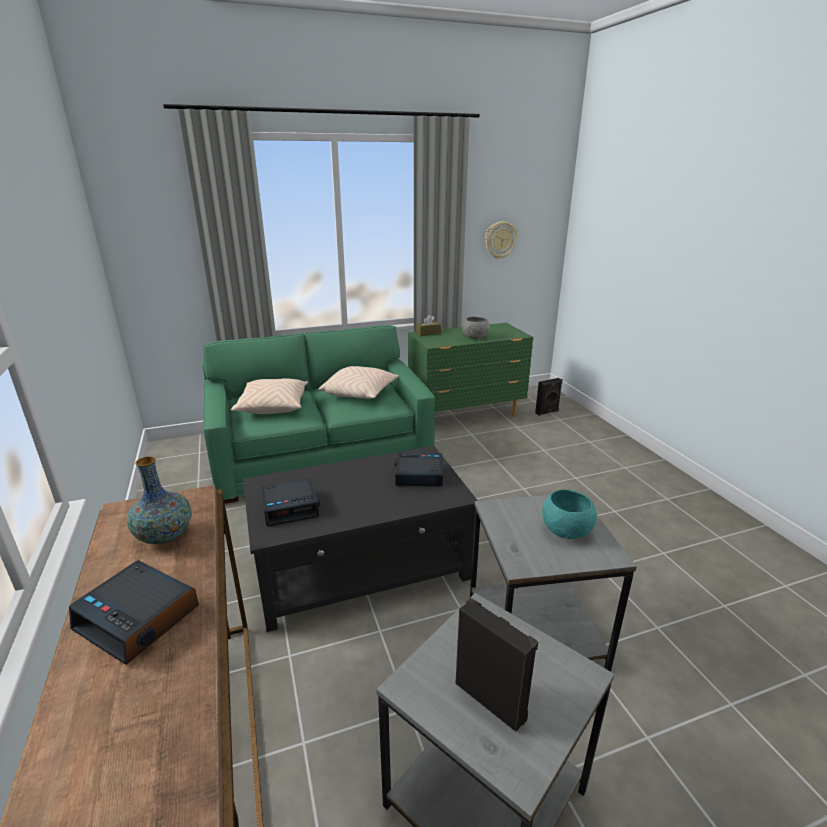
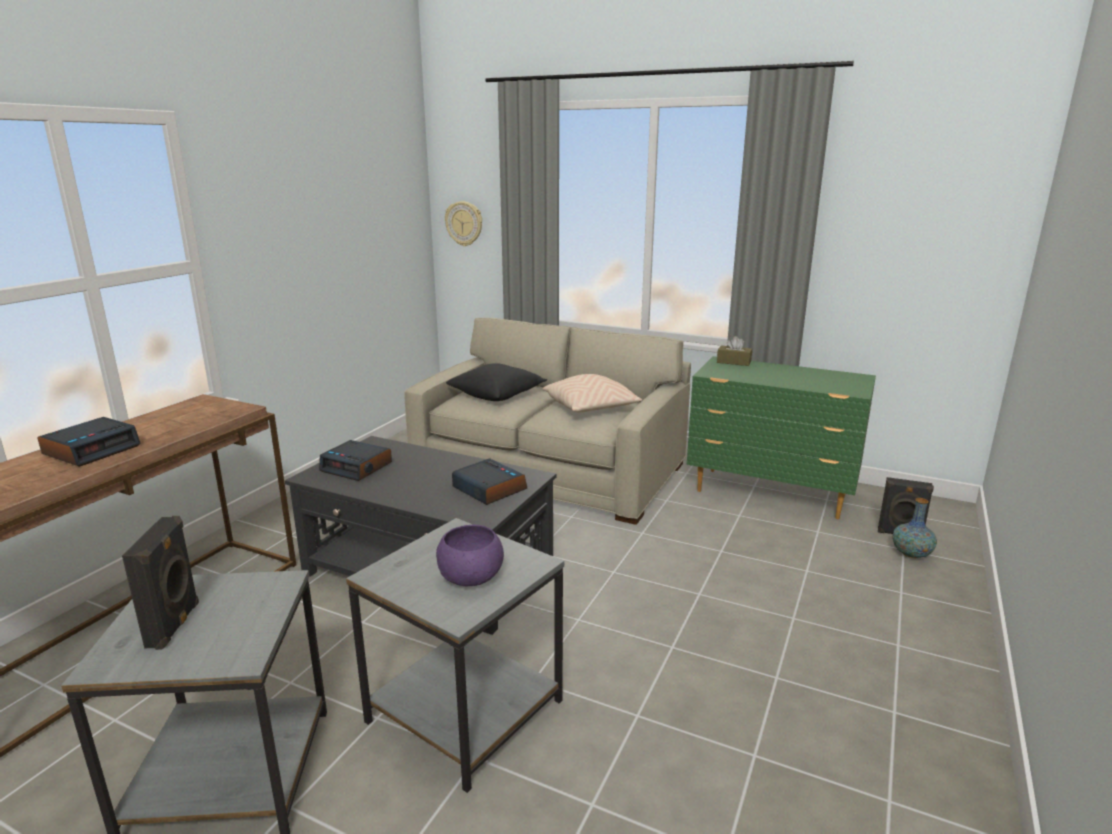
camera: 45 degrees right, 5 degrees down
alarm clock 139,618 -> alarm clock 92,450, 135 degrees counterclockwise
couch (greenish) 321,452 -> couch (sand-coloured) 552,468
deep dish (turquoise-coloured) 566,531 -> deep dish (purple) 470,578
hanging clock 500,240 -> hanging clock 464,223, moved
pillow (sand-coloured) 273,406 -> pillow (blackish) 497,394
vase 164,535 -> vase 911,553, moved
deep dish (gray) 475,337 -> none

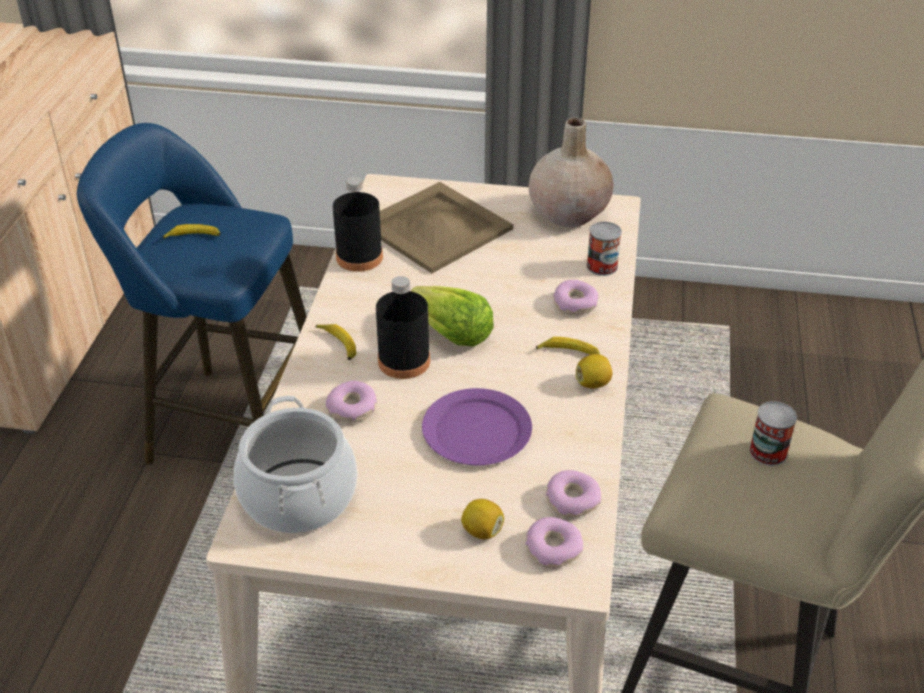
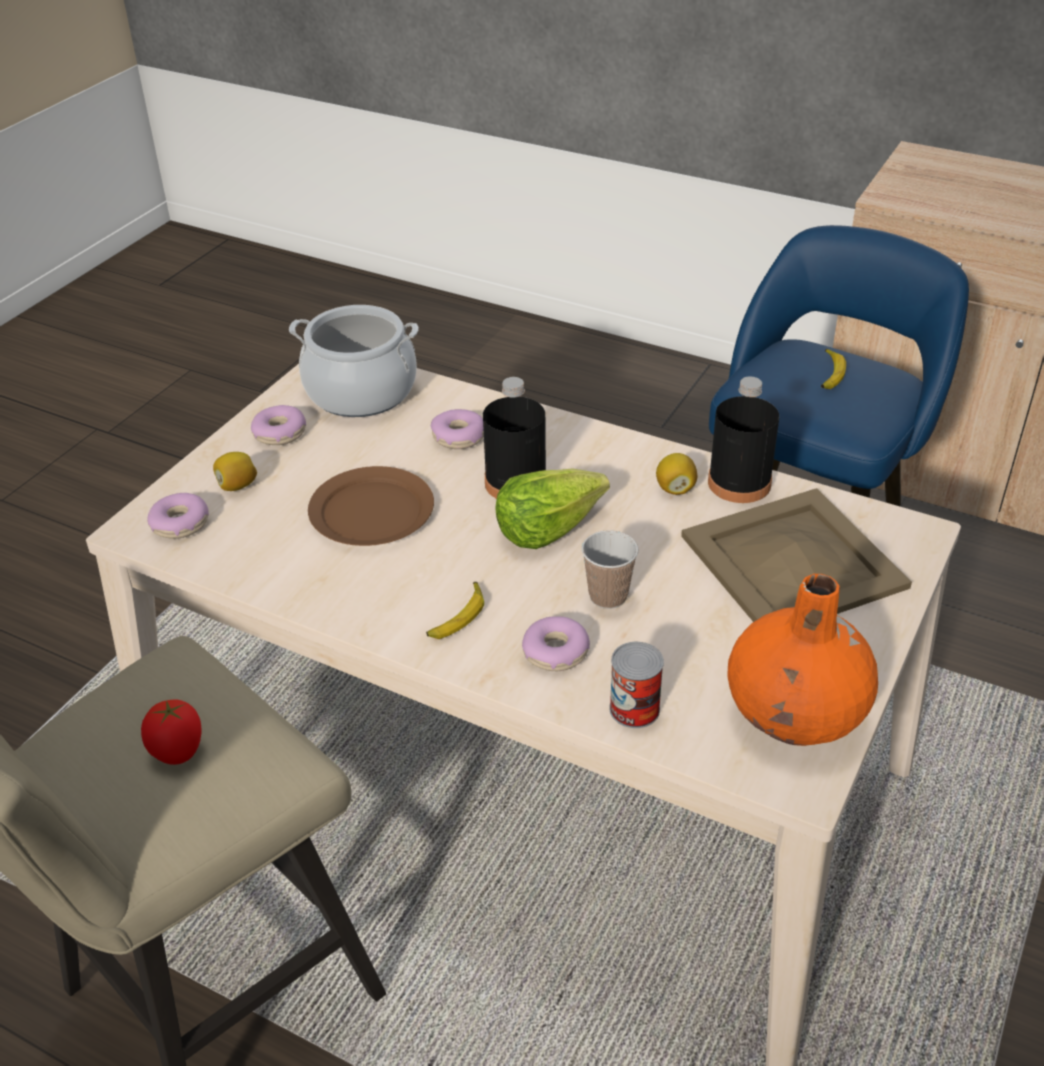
camera: 110 degrees right, 0 degrees up
sealed can 768,452 -> fresh tomato 178,751
doughnut 572,500 -> doughnut 280,433, moved
flat dish (purple) 477,431 -> flat dish (brown-coloured) 370,511
none -> cup 608,596
citrus fruit 593,383 -> citrus fruit 675,488, moved
vase (sand-coloured) 568,213 -> vase (orange-coloured) 796,714
whole banana 338,345 -> none

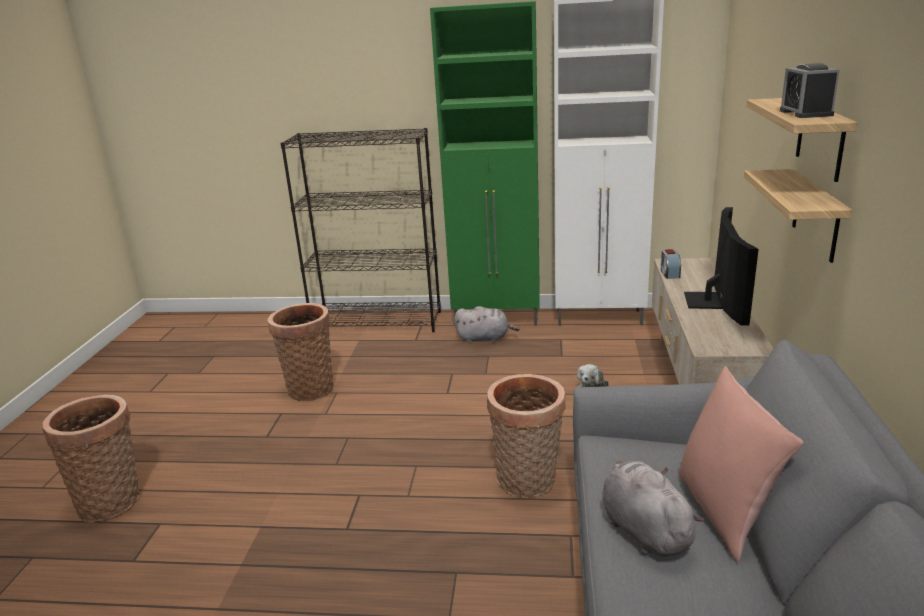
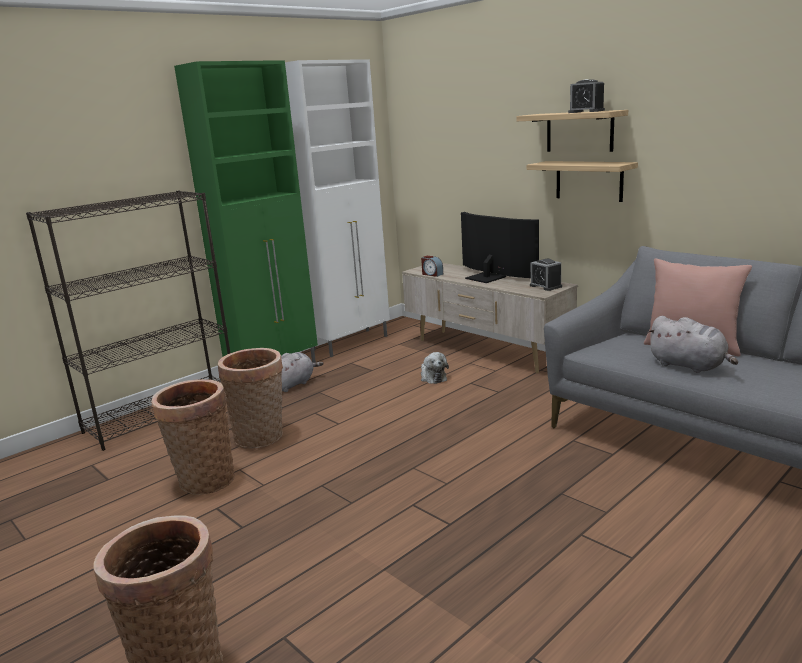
camera: 50 degrees left, 5 degrees down
basket 527,482 -> basket 261,438, moved
none -> alarm clock 545,286
plush toy (gray) 643,529 -> plush toy (gray) 689,366, 150 degrees counterclockwise

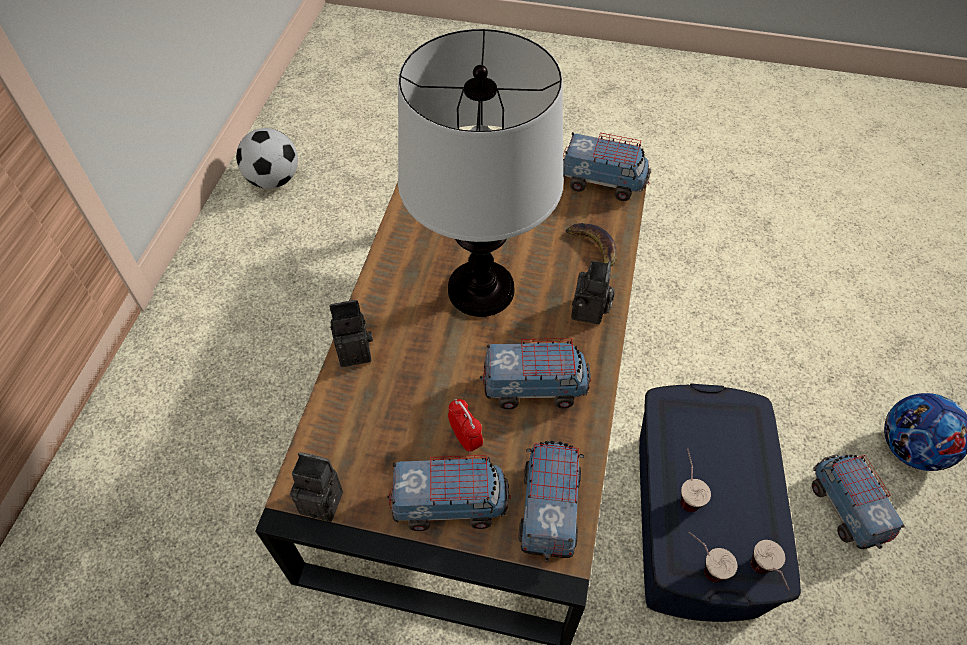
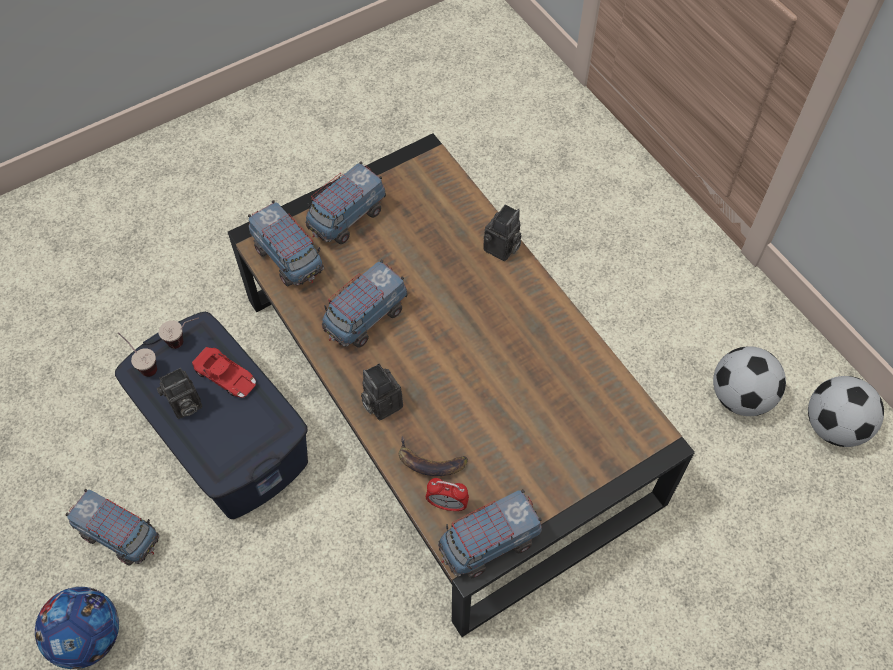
camera: 135 degrees right, 5 degrees up
still camera 325,500 -> still camera 184,406, moved
cup 685,492 -> toy car (red) 226,376
alarm clock 465,439 -> alarm clock 447,504, moved
none -> football 740,397
tabletop lamp 482,290 -> none

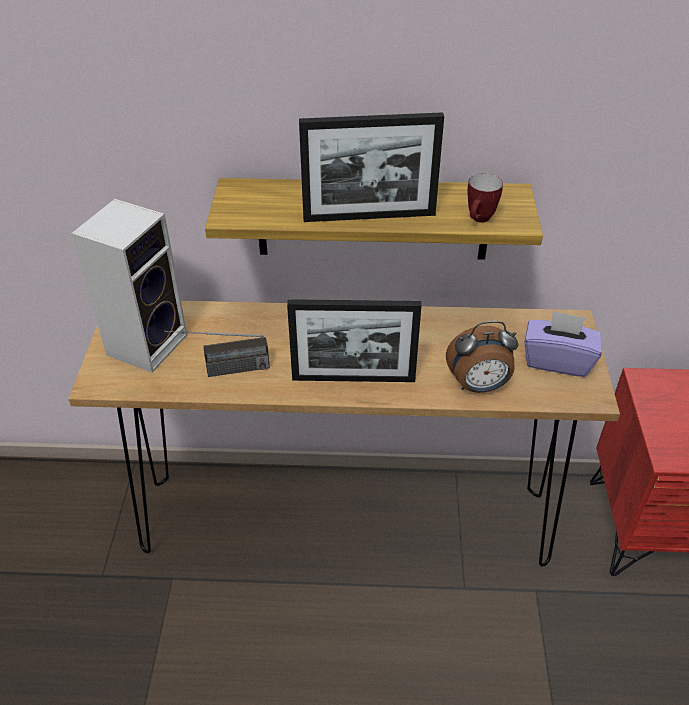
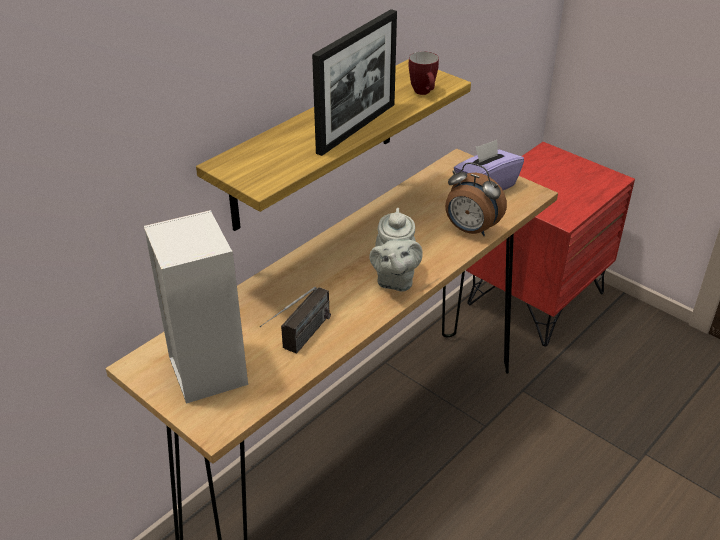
camera: 50 degrees left, 5 degrees down
standing frame 353,378 -> pot for tea (gray) 394,280
alarm clock 478,386 -> alarm clock 470,230, 90 degrees clockwise

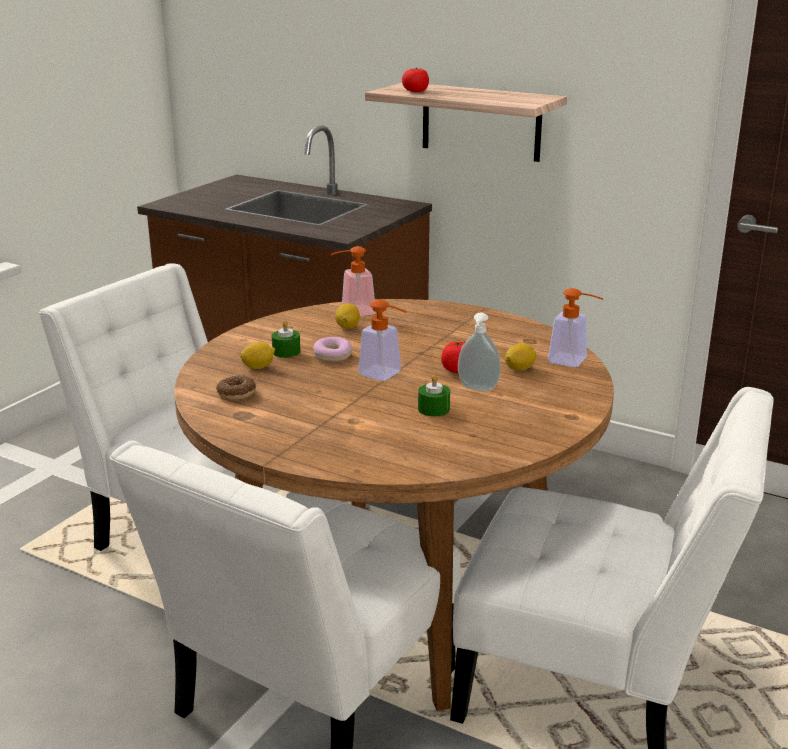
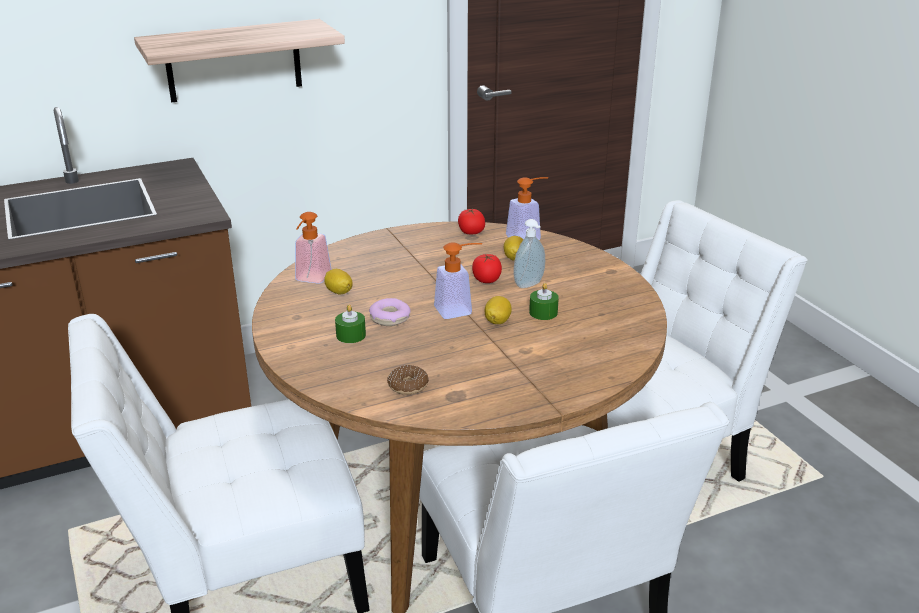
camera: 55 degrees left, 5 degrees up
fresh tomato 415,92 -> fresh tomato 471,232, moved
citrus fruit 258,367 -> citrus fruit 497,321, moved

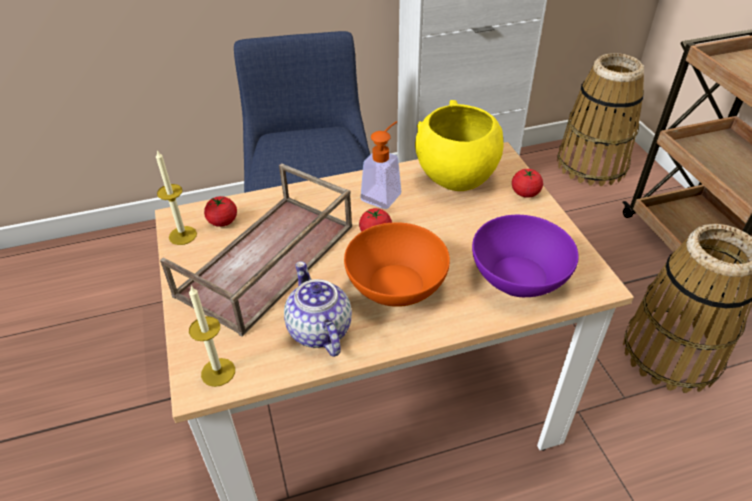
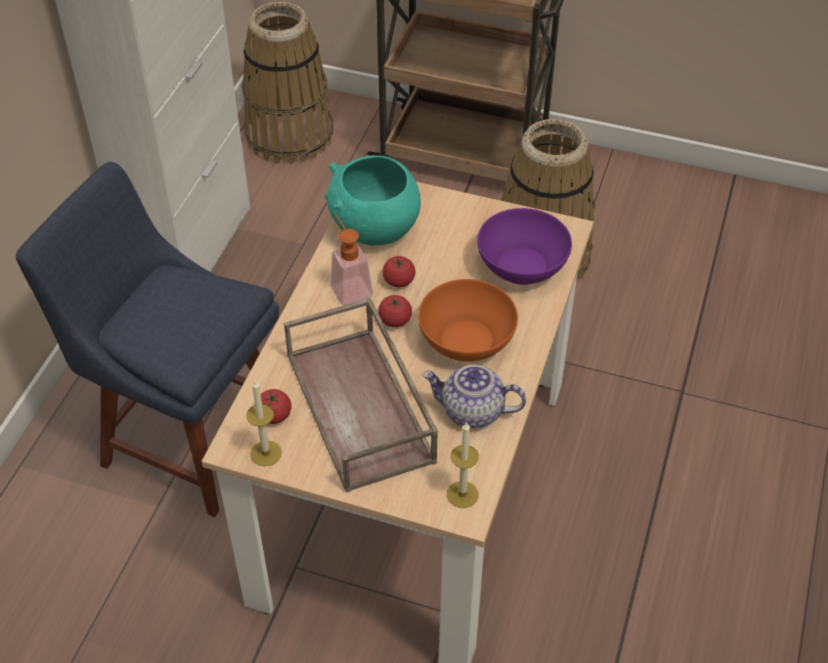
camera: 55 degrees left, 5 degrees up
deep dish (yellow) 455,178 -> deep dish (turquoise-coloured) 375,230
fresh tomato 525,193 -> fresh tomato 399,281, moved

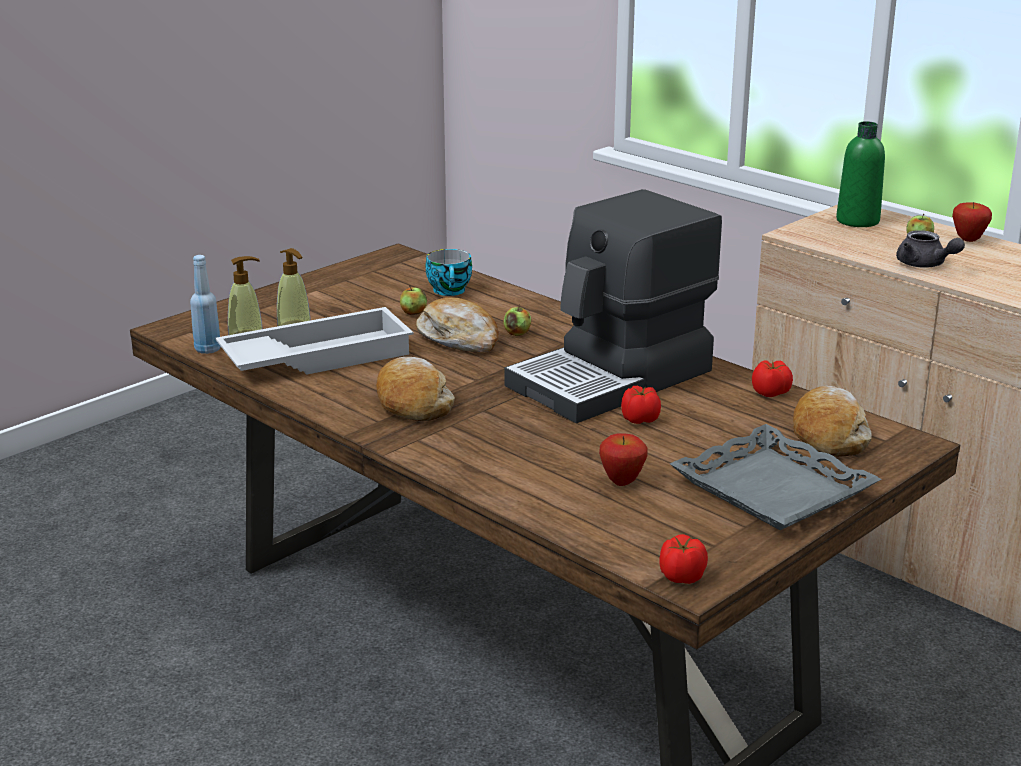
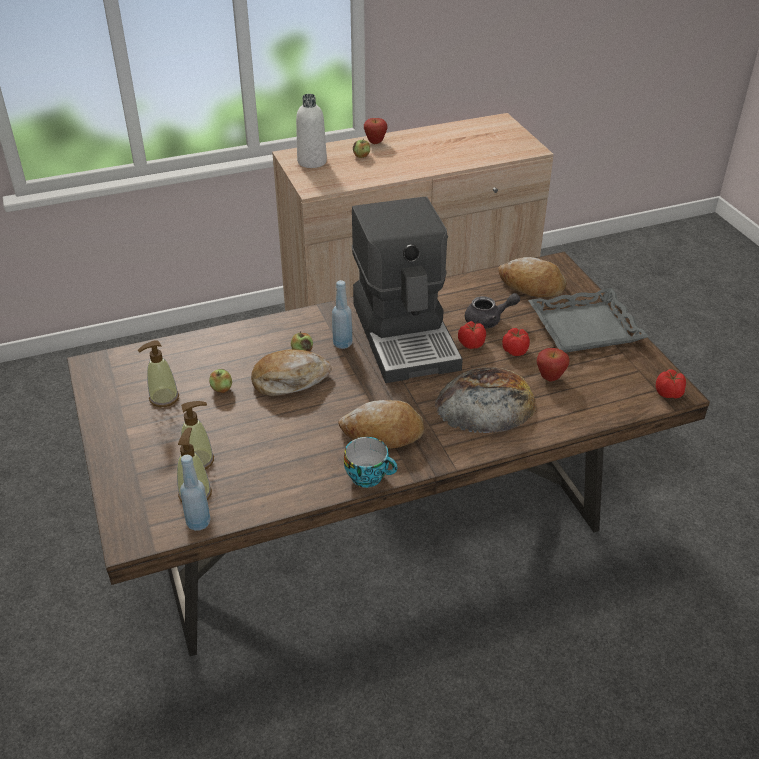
camera: 65 degrees left, 15 degrees up
none -> soap dispenser 164,398
drink bottle (greenish) 857,221 -> drink bottle (whitish) 312,162
none -> drink bottle (blue) 342,343
cup 450,291 -> cup 369,476, moved
none -> bread 486,402
pot for tea (gray) 925,265 -> pot for tea (gray) 488,320, moved
fresh tomato 771,393 -> fresh tomato 515,350, moved
serving tray (whitish) 317,356 -> none

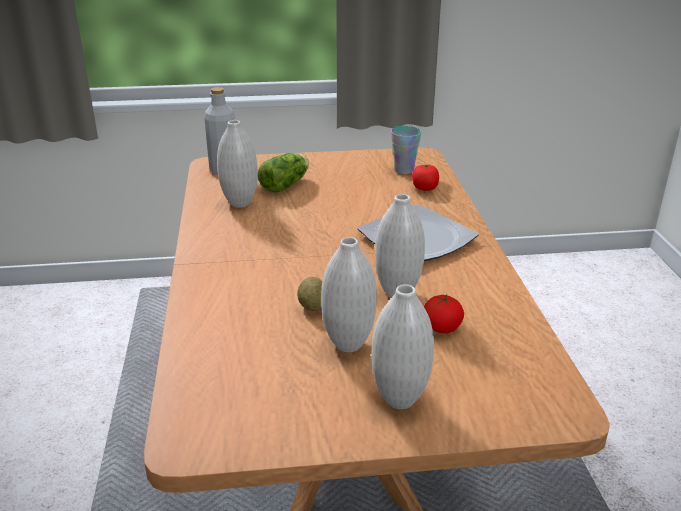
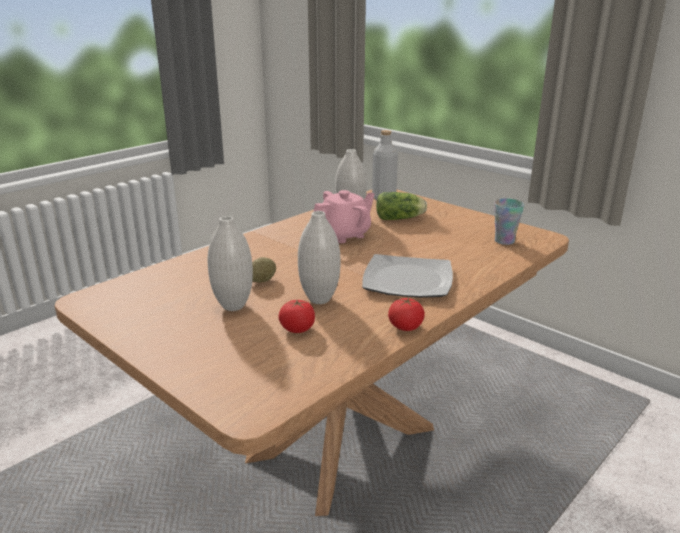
camera: 50 degrees right, 5 degrees down
none -> pot for tea (pink-coloured) 344,235
fresh tomato 425,188 -> fresh tomato 405,327, moved
vase (whitish) 399,400 -> none

